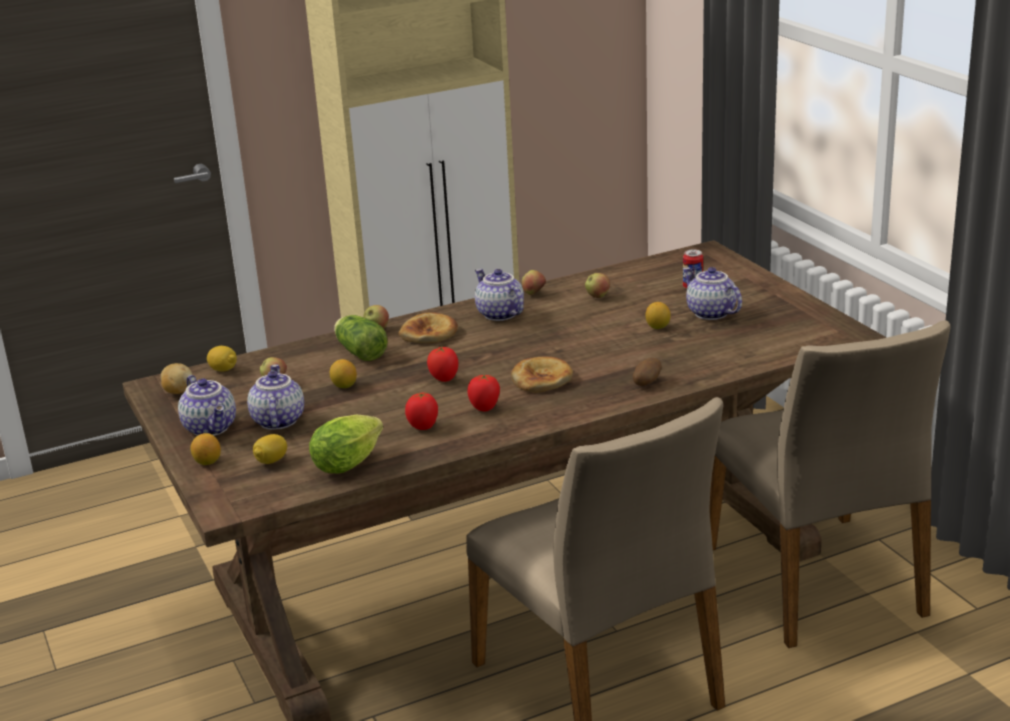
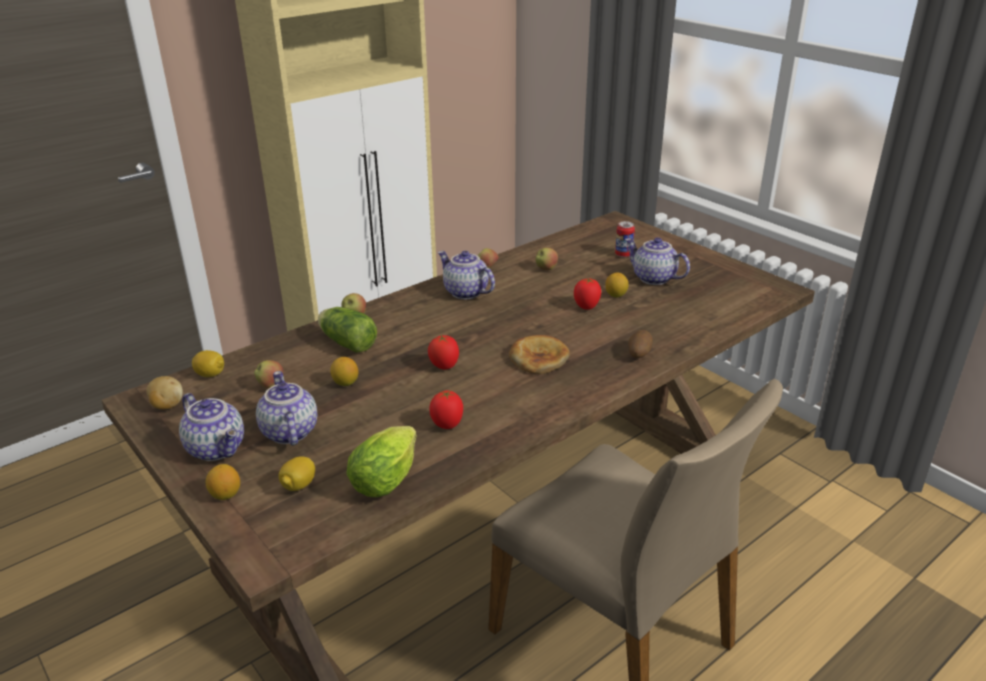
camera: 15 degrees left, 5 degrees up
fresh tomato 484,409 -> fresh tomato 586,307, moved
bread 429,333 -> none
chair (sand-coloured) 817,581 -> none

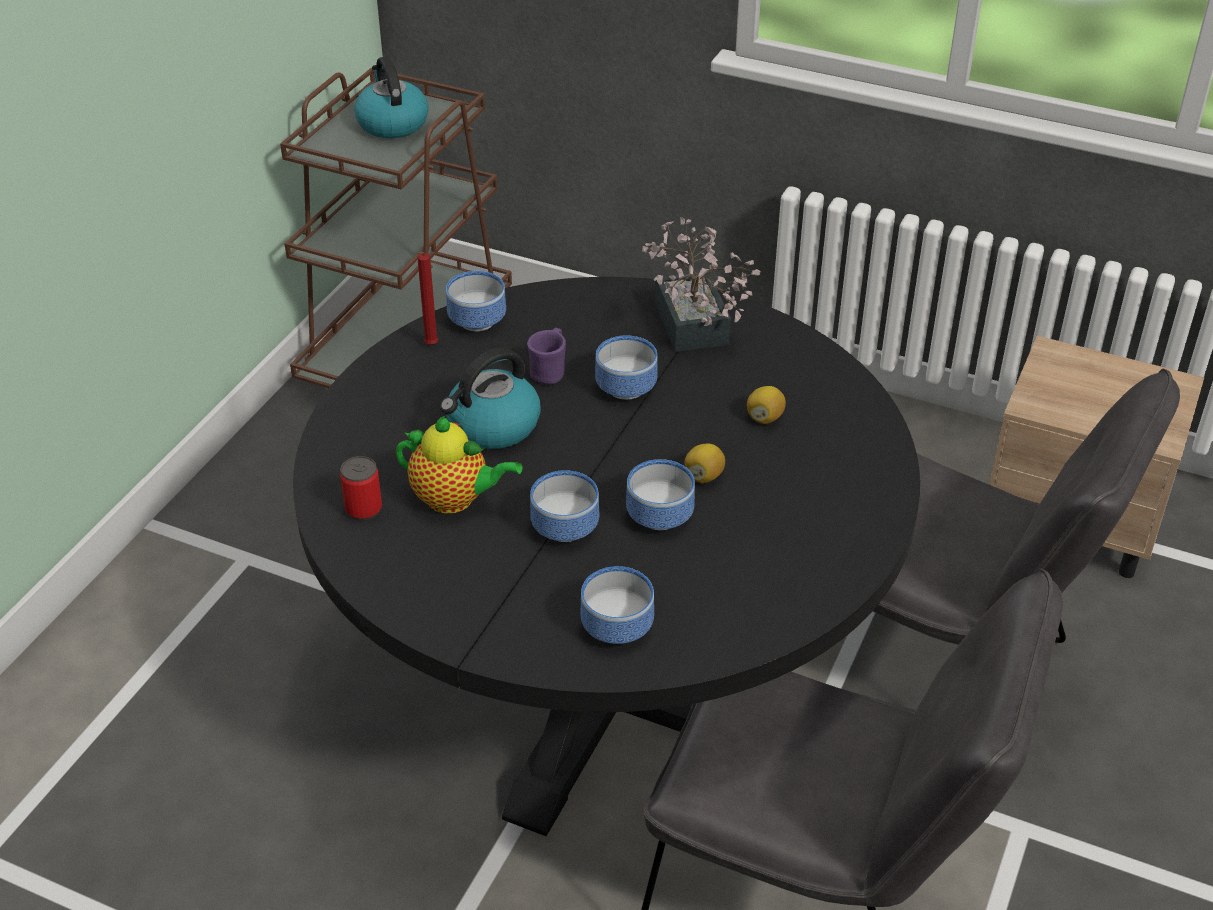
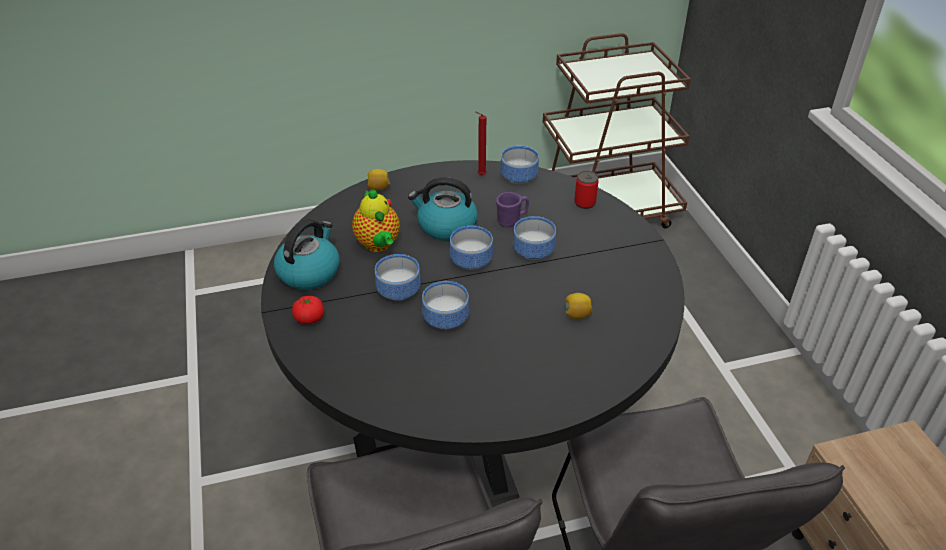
camera: 50 degrees right, 0 degrees up
water kettle 392,123 -> water kettle 309,272, moved
none -> fresh tomato 309,318
citrus fruit 704,476 -> citrus fruit 378,188, moved
deep dish 620,628 -> deep dish 471,263, moved
sealed can 363,509 -> sealed can 584,203, moved
houseplant 693,330 -> none

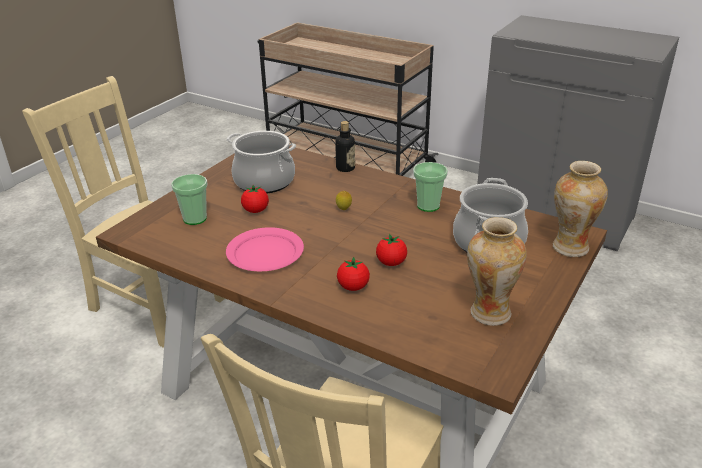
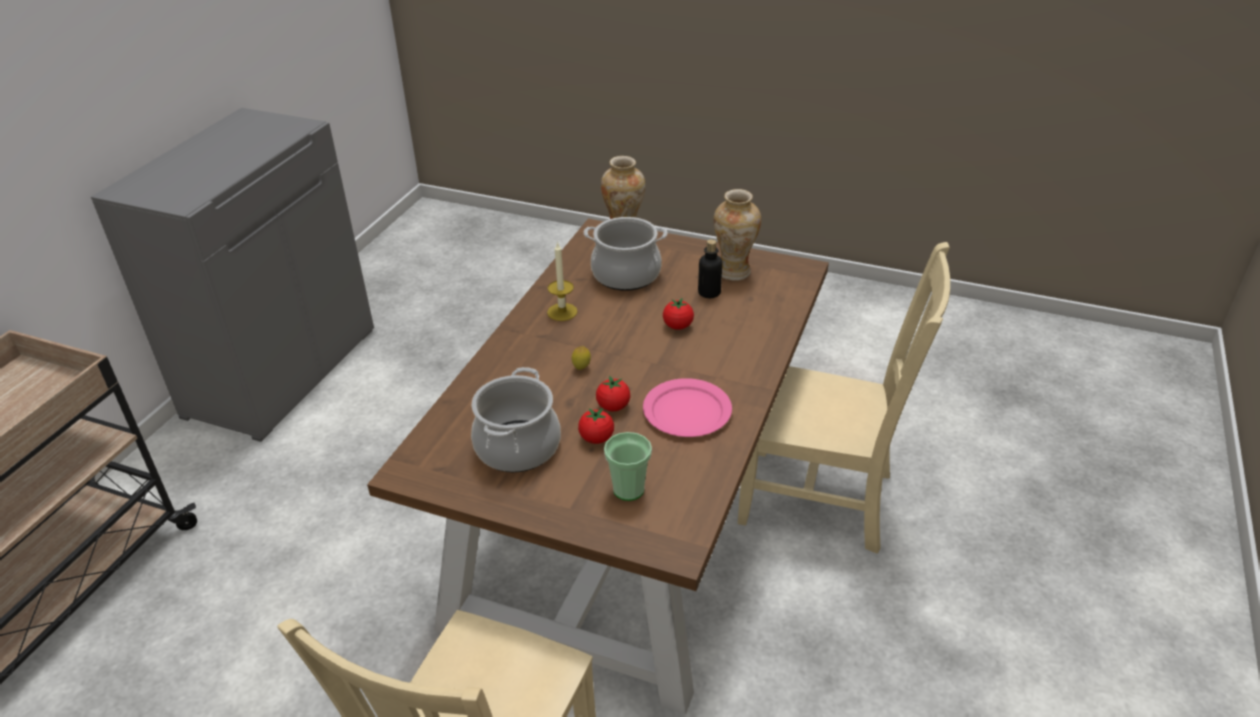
camera: 100 degrees left, 5 degrees up
cup 428,206 -> candle 562,312
fresh tomato 353,287 -> fresh tomato 613,406, moved
drink bottle 345,168 -> drink bottle 709,292, moved

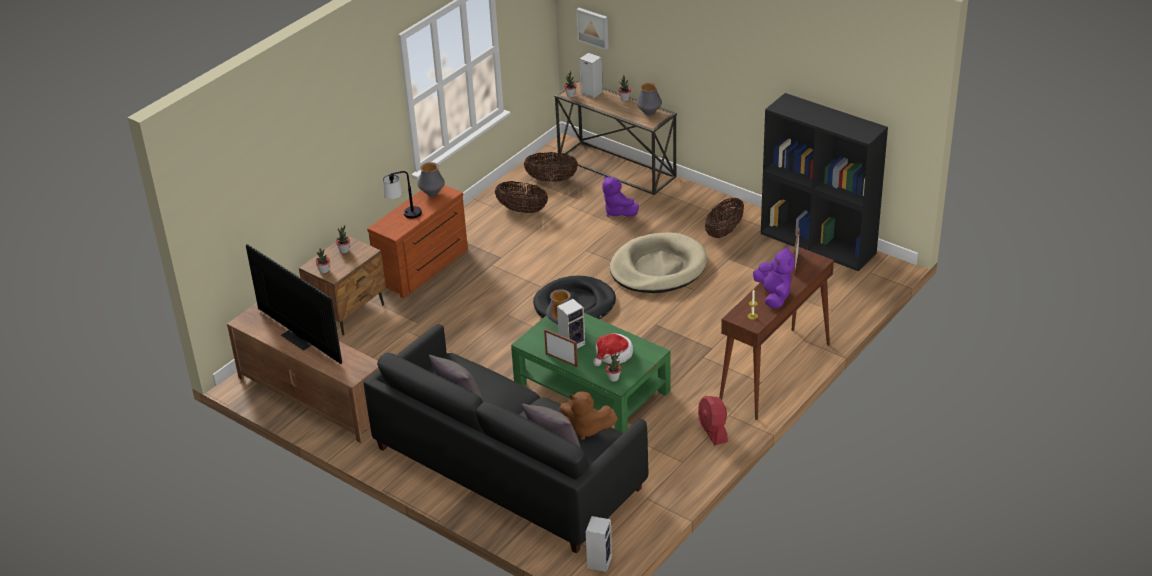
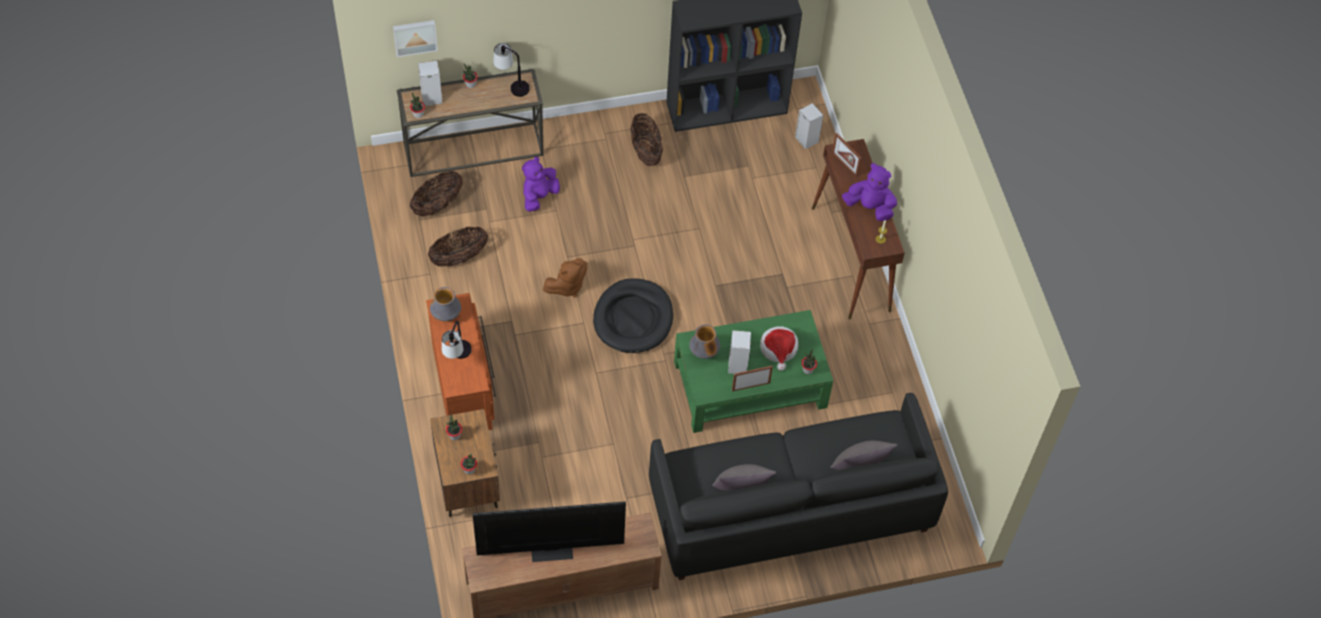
camera: 55 degrees left, 20 degrees up
vase 649,113 -> tabletop lamp 512,85
plush toy (purple) 618,212 -> plush toy (purple) 539,196, 120 degrees clockwise
plush toy (brown-coloured) 586,429 -> plush toy (brown-coloured) 567,286, moved
speaker 599,561 -> speaker 805,139, moved
dog bed (sand-coloured) 658,268 -> none
fan (red) 713,431 -> none

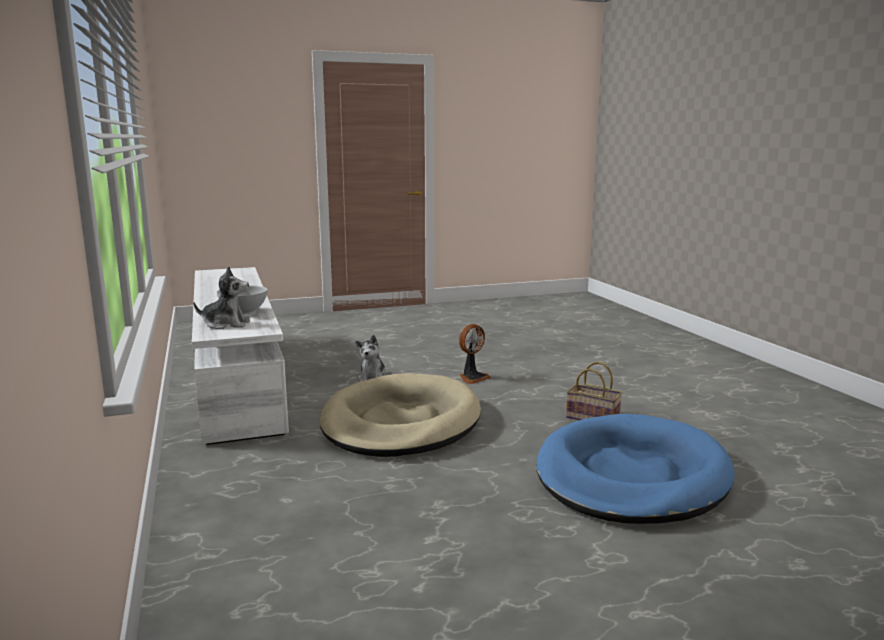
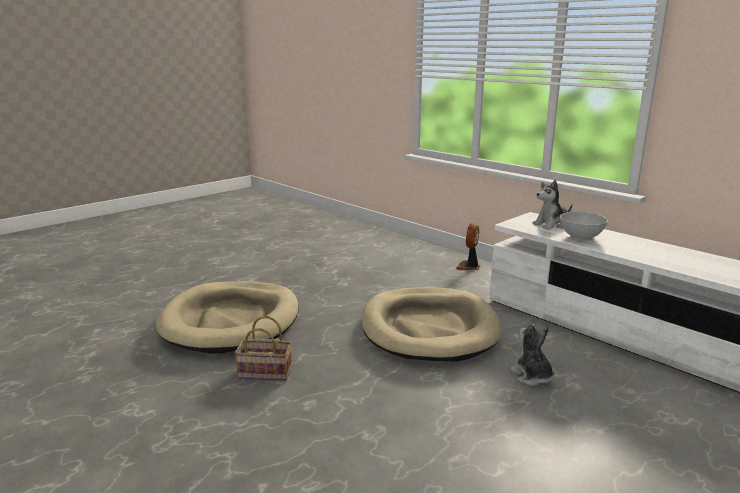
camera: 155 degrees right, 5 degrees up
dog bed (blue) 631,476 -> dog bed (sand-coloured) 231,321
fan 472,378 -> fan 468,266, moved

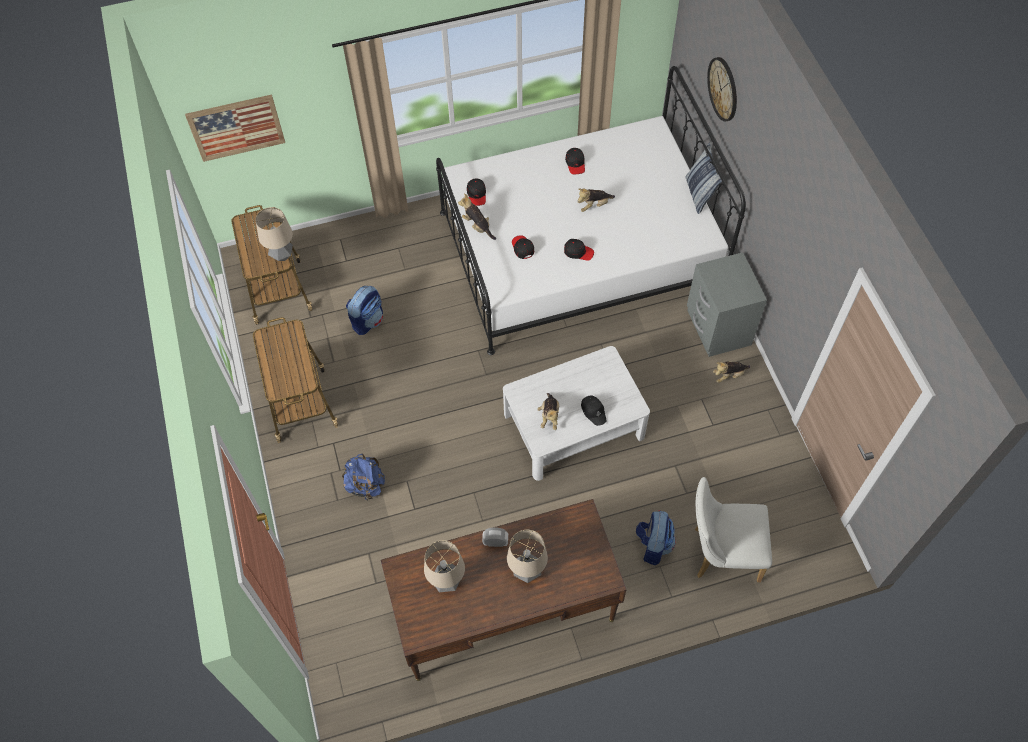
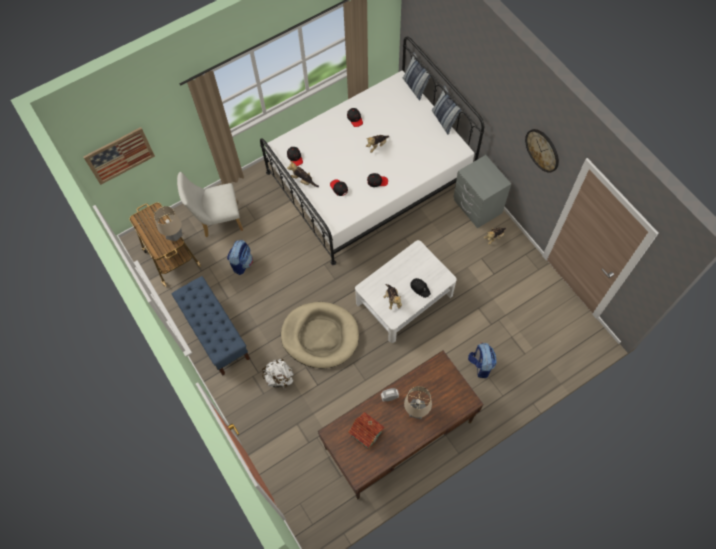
camera: 15 degrees left, 5 degrees up
trolley 301,402 -> long seat (blue) 215,333
chair (whitish) 720,553 -> chair (whitish) 217,220, moved
knapsack (blue) 366,485 -> knapsack (whitish) 279,378
none -> dog bed (sand-coloured) 320,336
tabletop lamp 447,582 -> model house 366,433
none -> pillow 415,87
hanging clock 723,89 -> hanging clock 542,150, moved

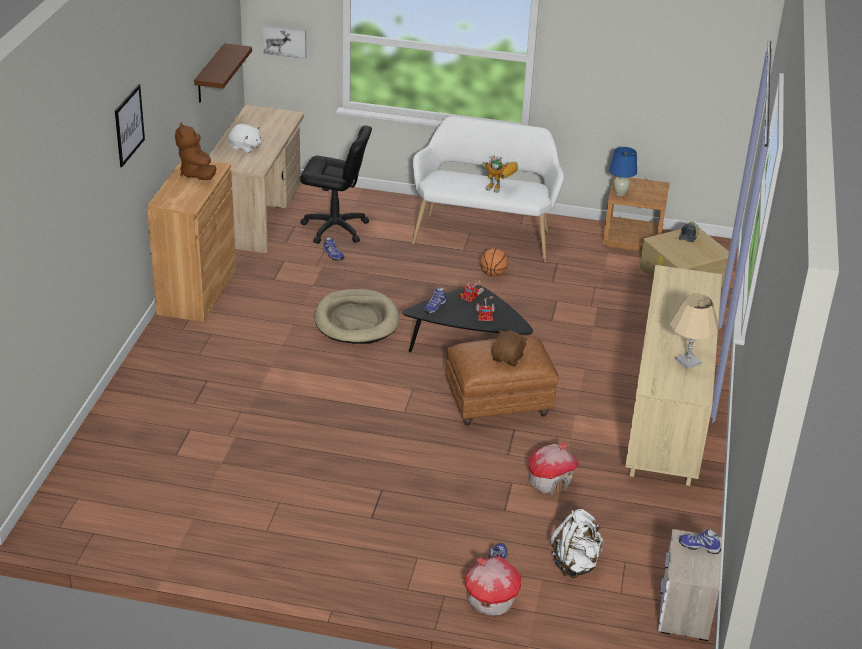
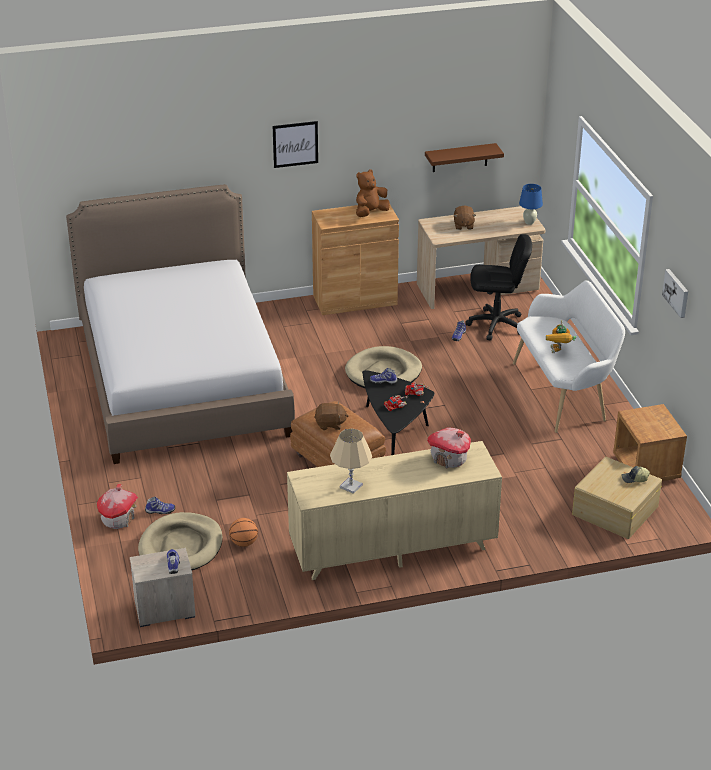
camera: 65 degrees right, 0 degrees up
none -> bedroom bed 183,380
knapsack (whitish) 575,564 -> dog bed (sand-coloured) 181,546
ball for basketball 493,274 -> ball for basketball 244,543, moved
model house 550,482 -> model house 449,459, moved
plush toy (whitish) 245,147 -> plush toy (brown-coloured) 463,225
office chair (blackish) 335,228 -> office chair (blackish) 496,325, 75 degrees counterclockwise
tabletop lamp (blue) 620,193 -> tabletop lamp (blue) 529,222, moved
picture 285,40 -> picture 677,293, moved

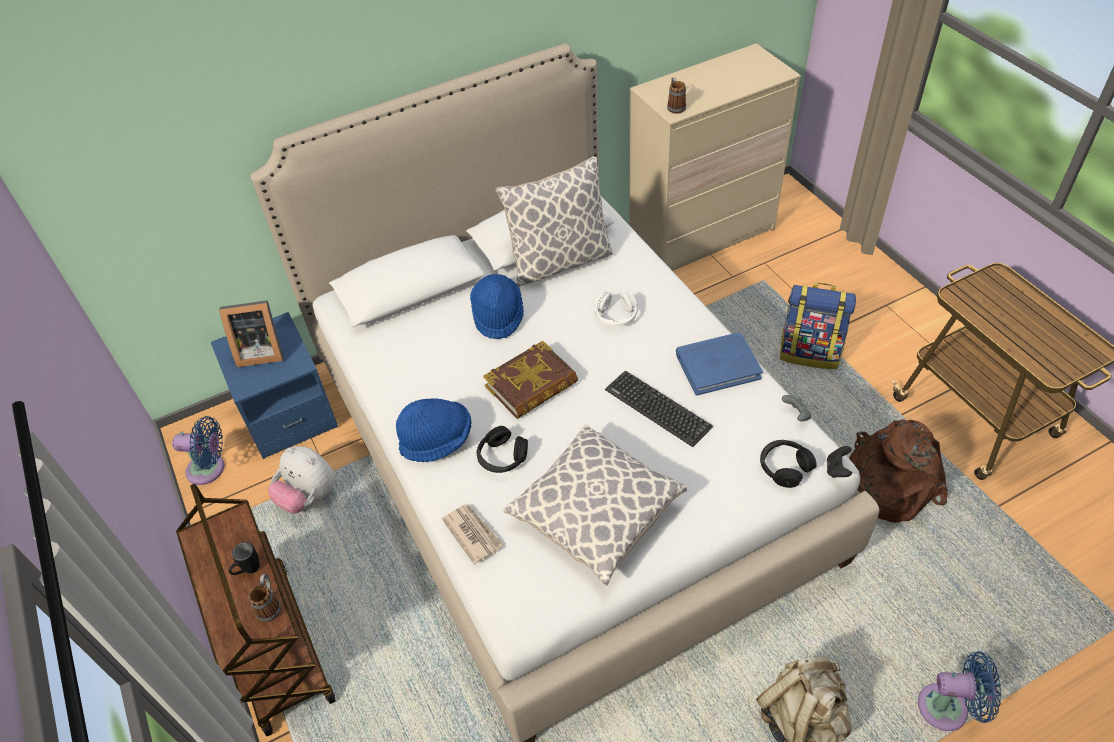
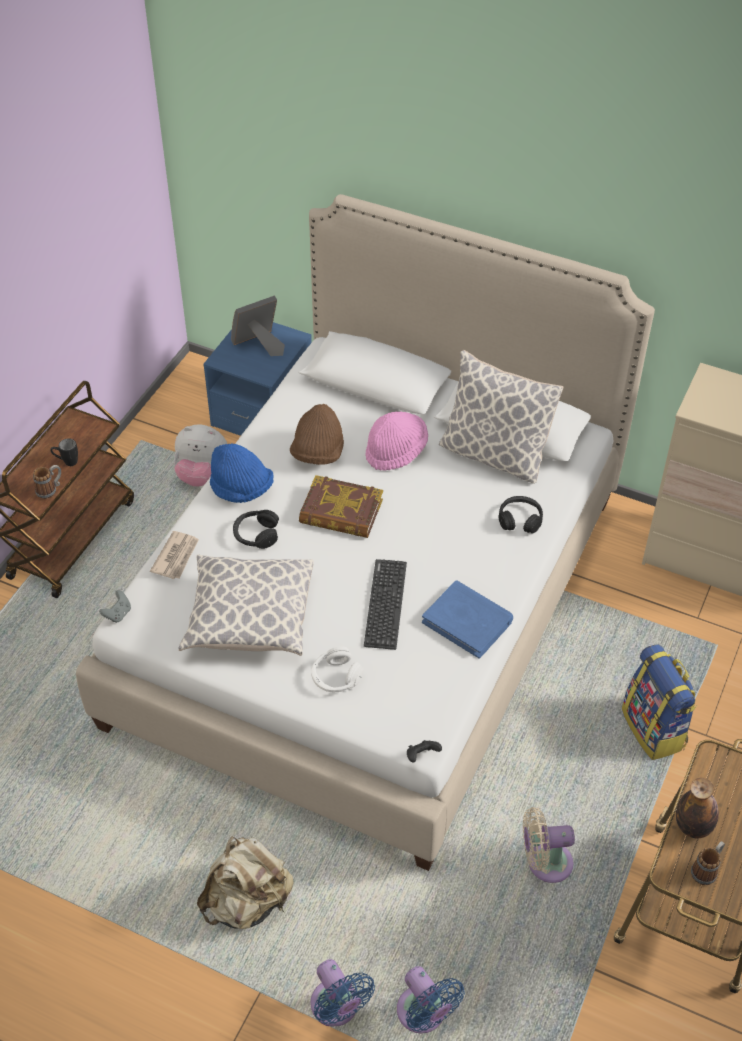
camera: 50 degrees right, 0 degrees up
joypad (gray) 796,415 -> joypad (gray) 118,614, moved
plush toy 309,496 -> plush toy 202,474, 75 degrees counterclockwise
standing frame 259,351 -> standing frame 259,345, 105 degrees clockwise
none -> wearable hat (brown-coloured) 318,453
pair of headphones (whitish) 616,316 -> pair of headphones (whitish) 336,677, moved
wearable hat (blue) 498,315 -> wearable hat (pink-coloured) 396,451
fan (blue) 210,469 -> fan (blue) 424,1015, moved
pair of headphones (blackish) 784,467 -> pair of headphones (blackish) 520,520, moved
knapsack (brown-coloured) 887,483 -> fan (sand-coloured) 545,863
none -> drink bottle 693,826
mug 675,106 -> mug 706,869, moved

